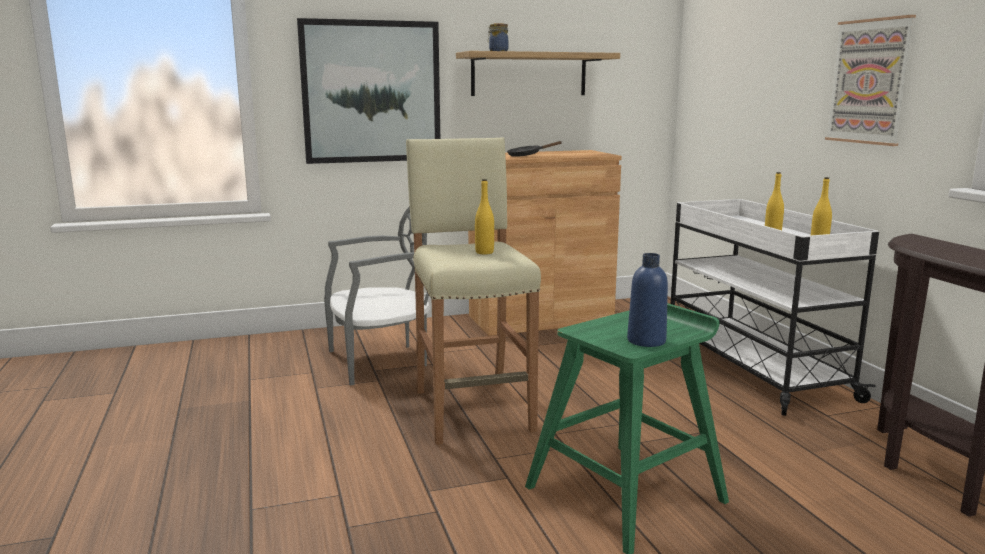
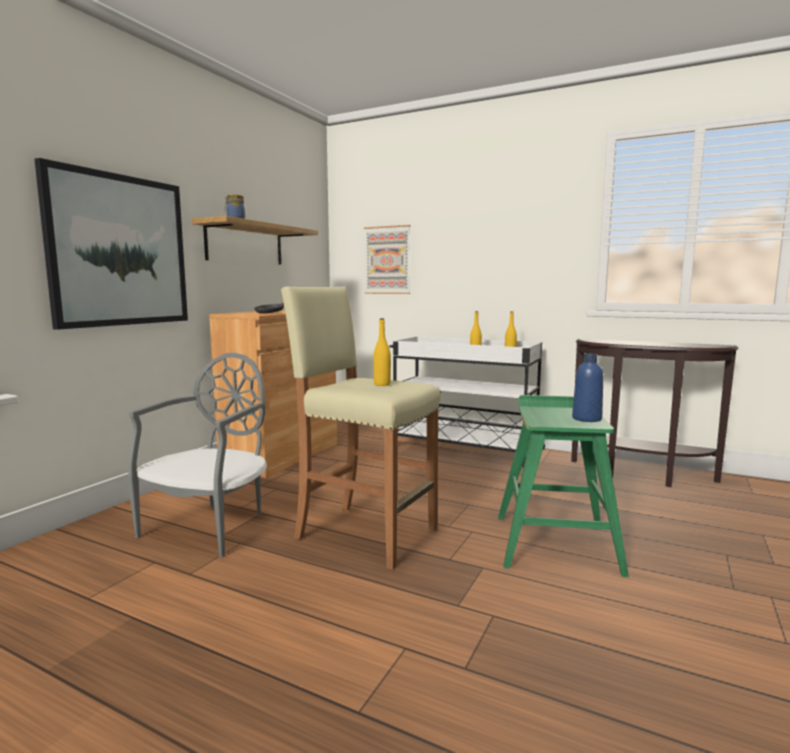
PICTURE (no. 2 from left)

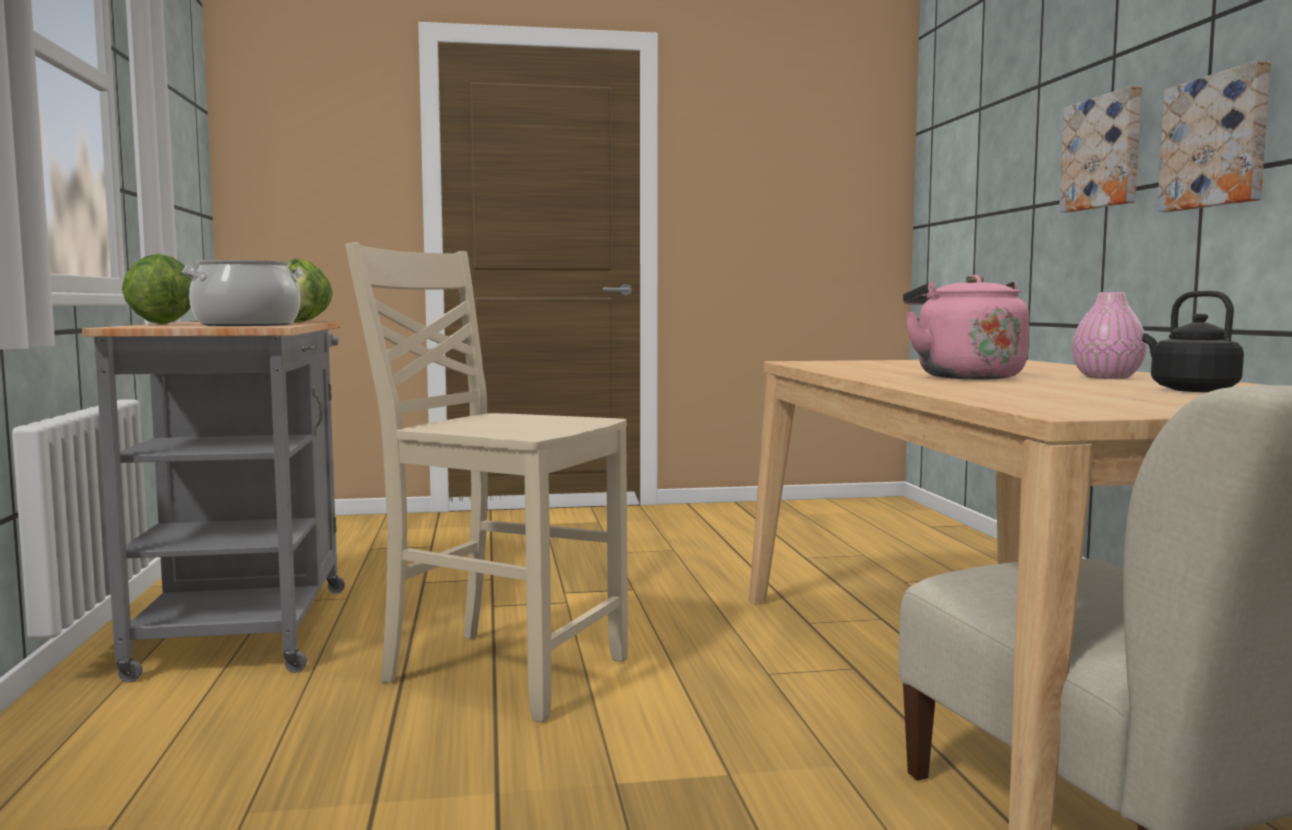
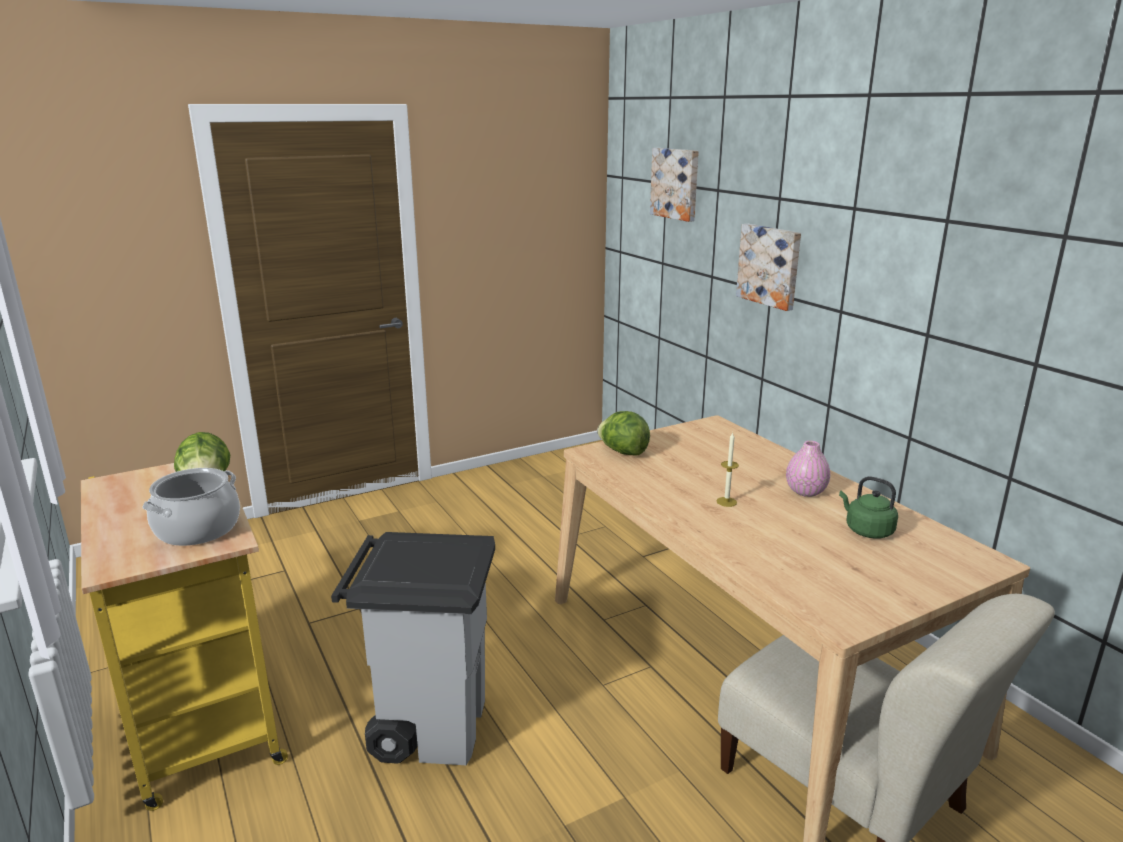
YELLOW CART
GREY TRASH CAN
LETTUCE (no. 2 from left)
PICTURE (no. 1 from left)
CANDLE
GREEN KETTLE

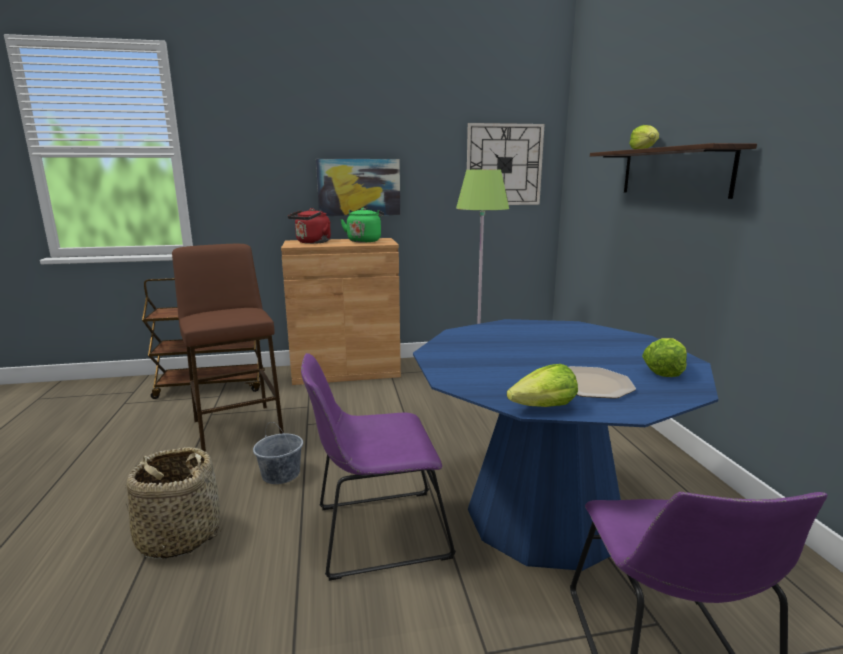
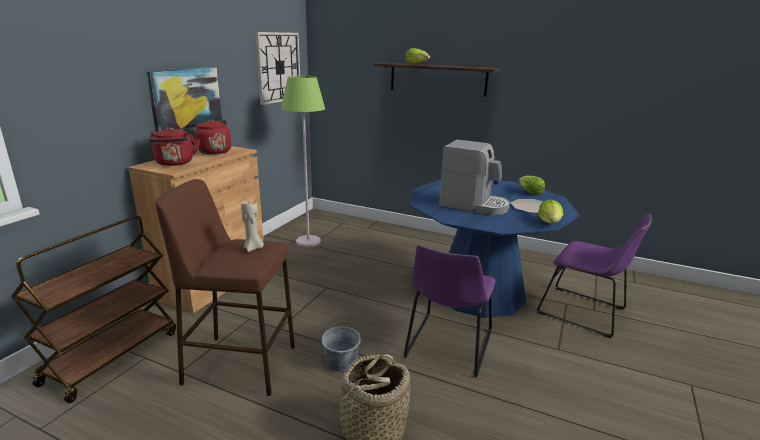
RED KETTLE (no. 2 from left)
BEIGE CANDLE
COFFEE MACHINE

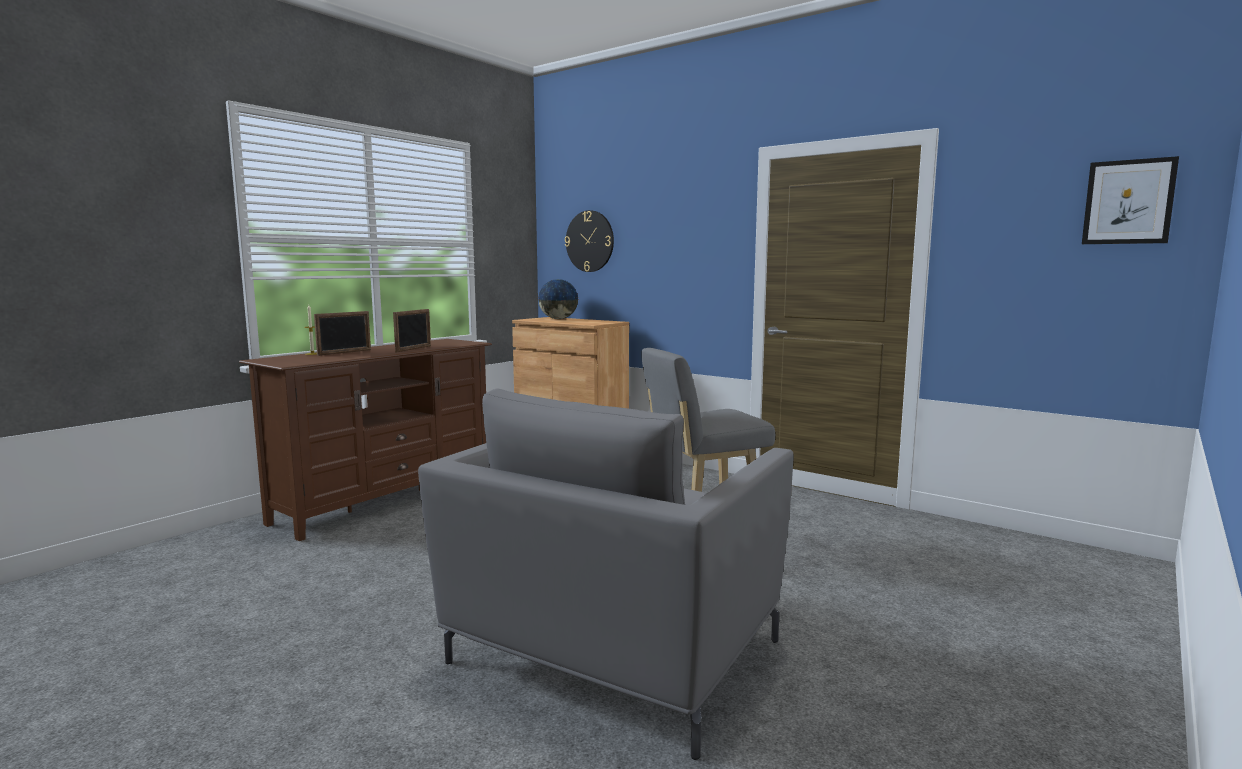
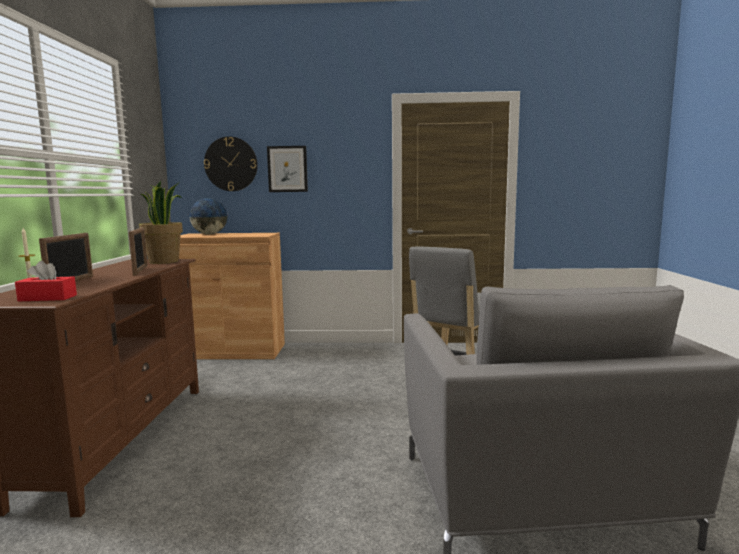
RED TISSUE BOX
POTTED PLANT
PICTURE

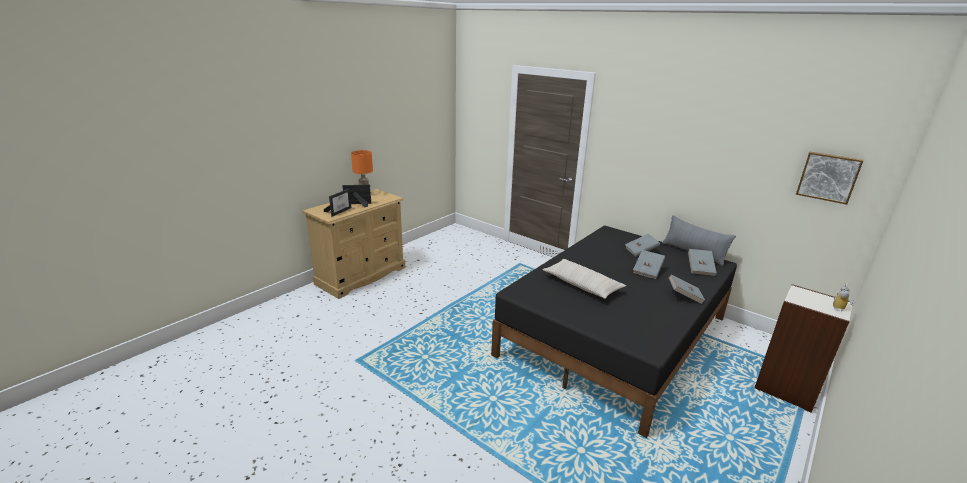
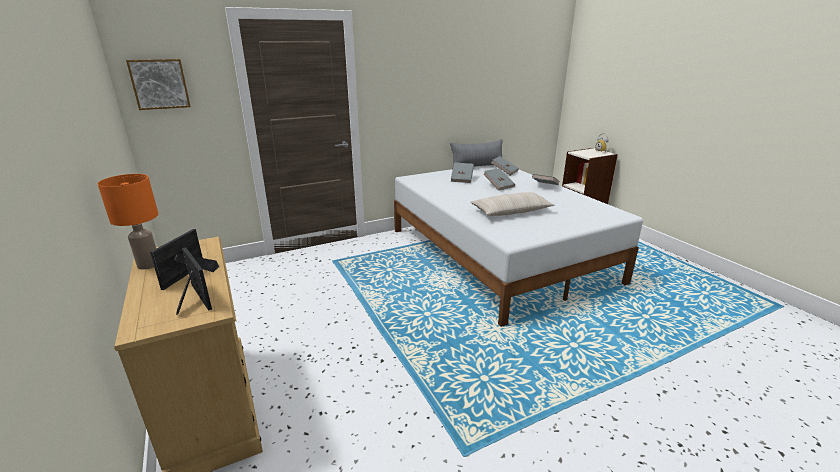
PICTURE
WHITE BED

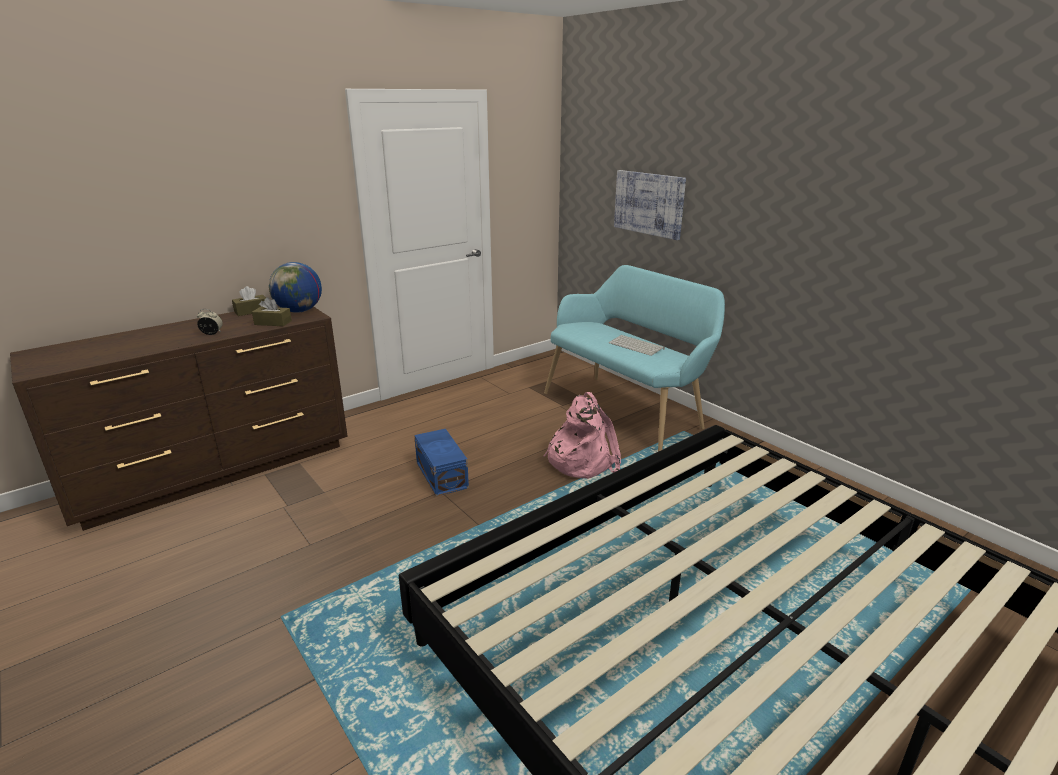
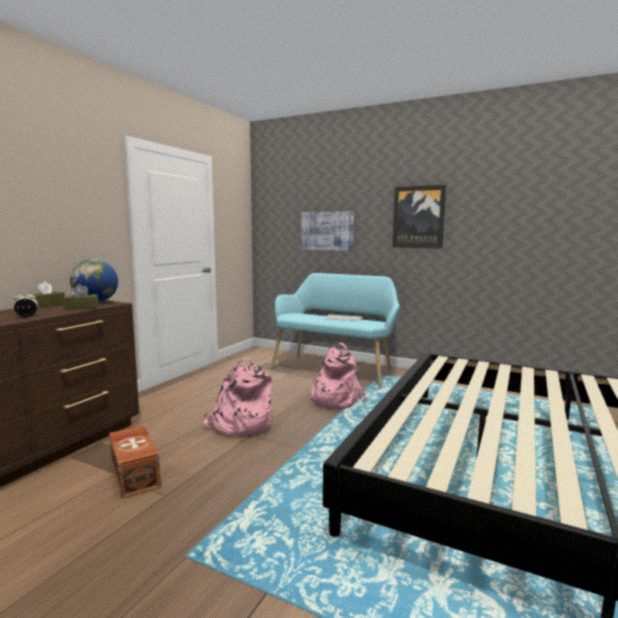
BROWN STORAGE BOX
PINK BACKPACK (no. 1 from left)
PICTURE (no. 2 from left)

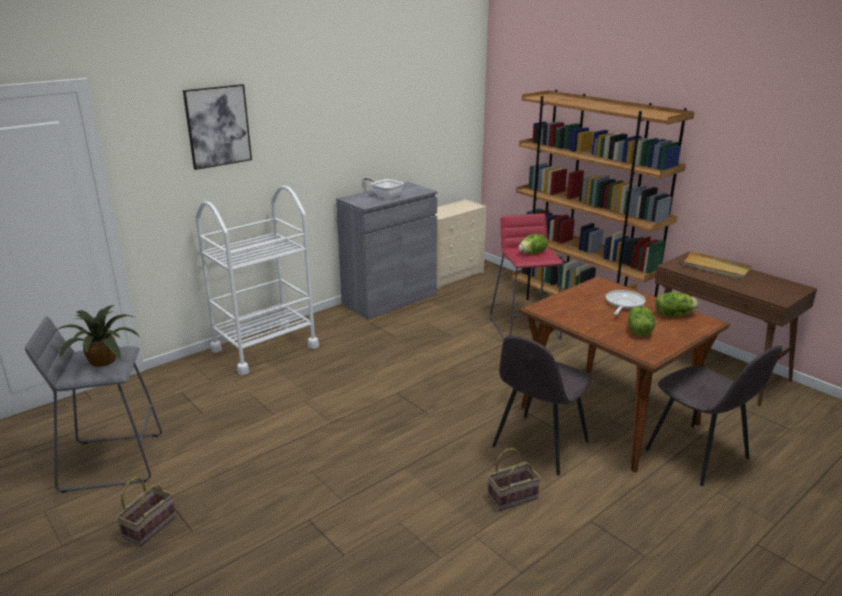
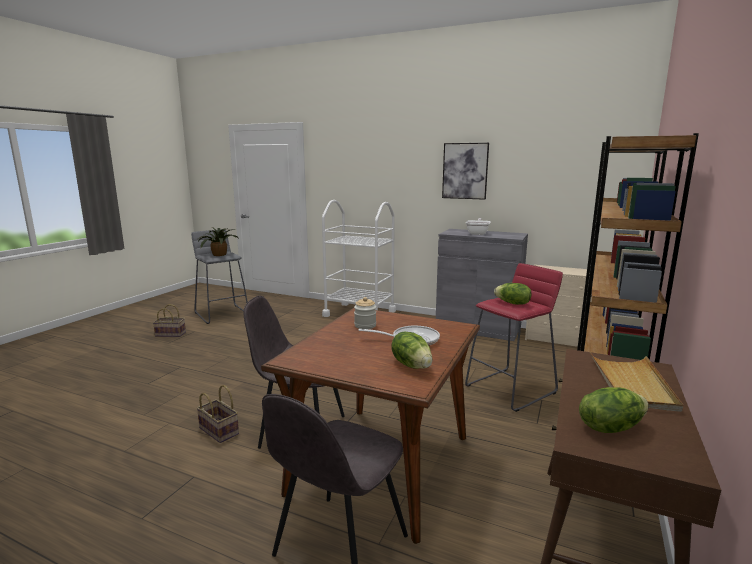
JAR
PICTURE
LETTUCE (no. 3 from left)

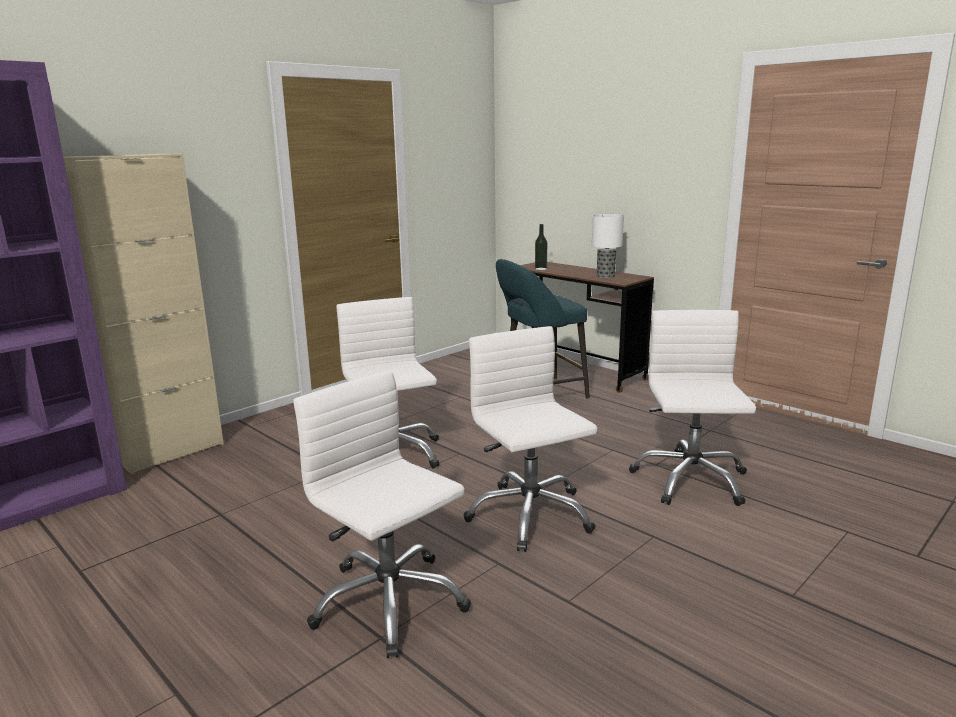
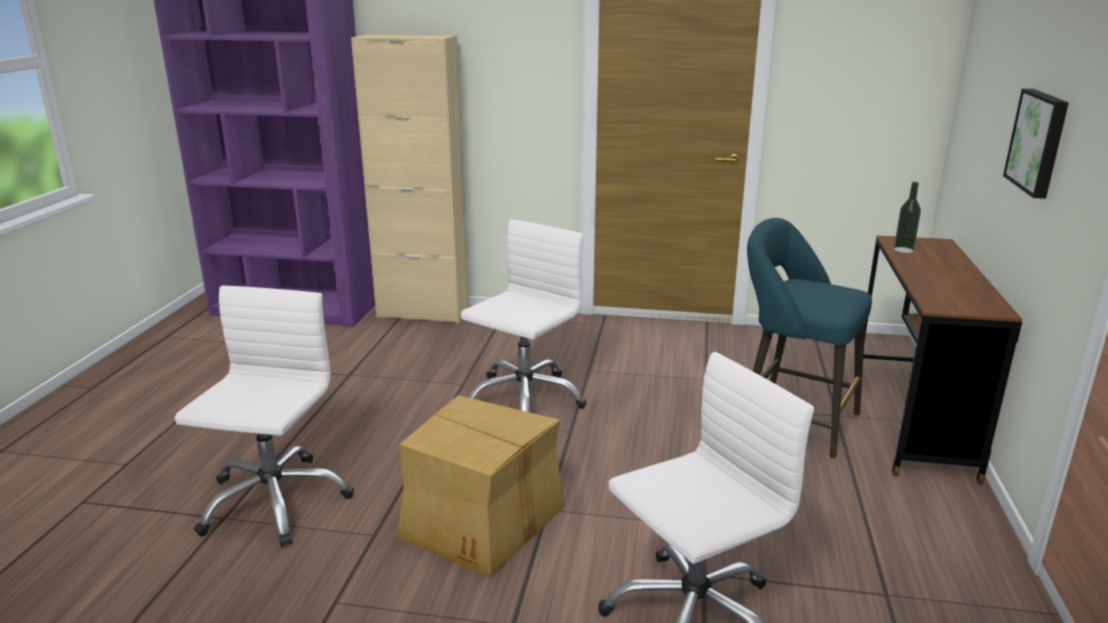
CARDBOARD BOX
PICTURE
TABLE LAMP

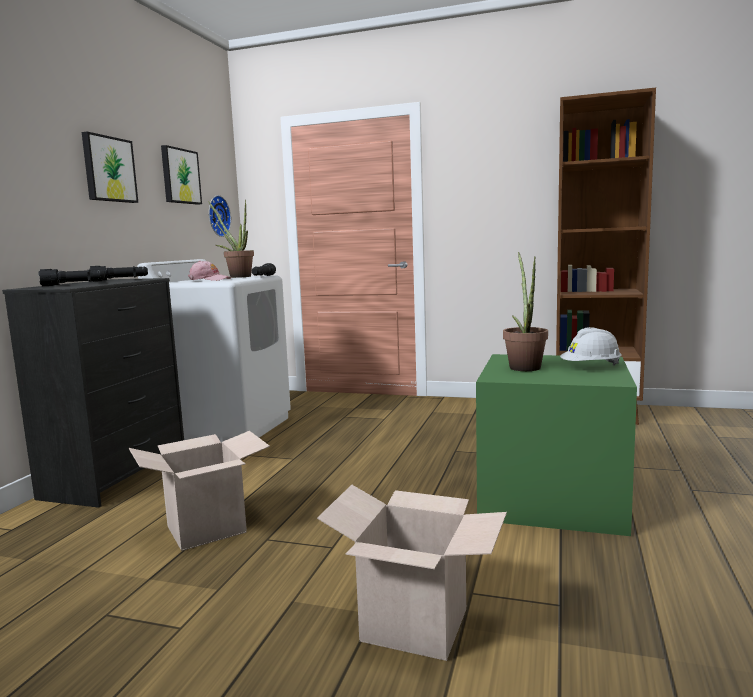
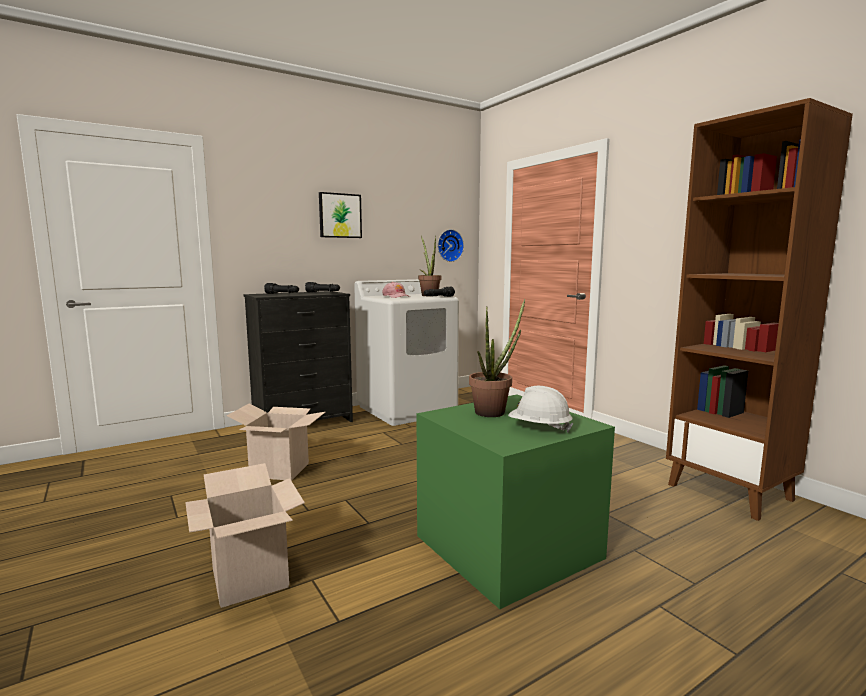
PICTURE (no. 2 from left in the first image)

